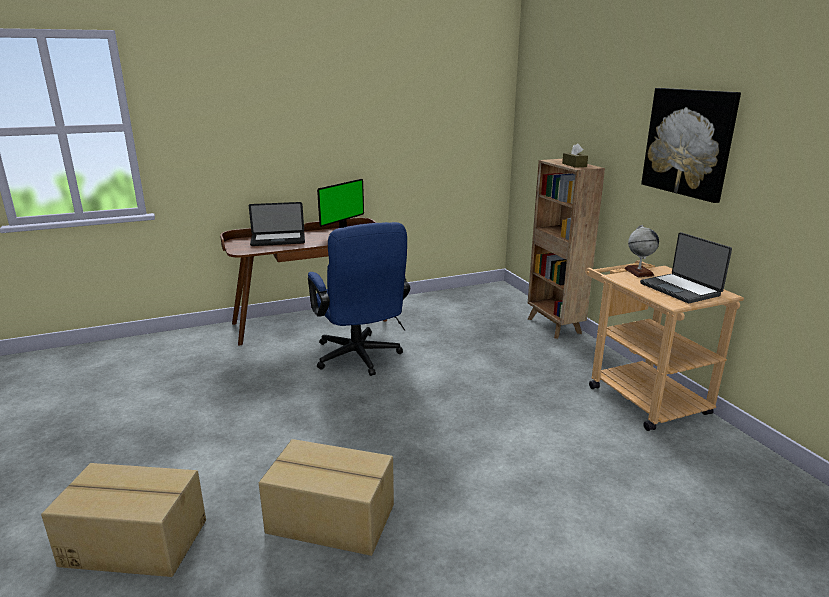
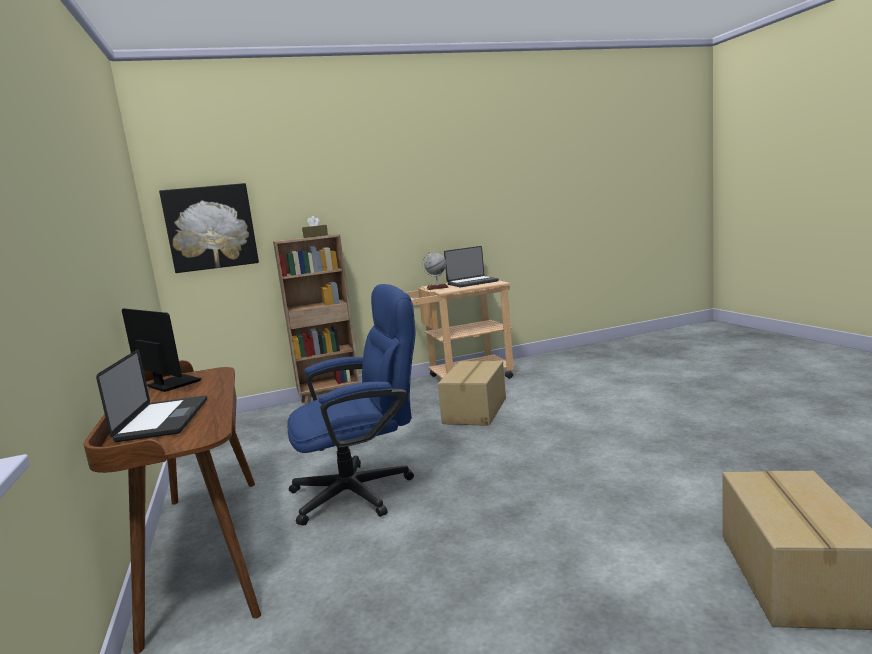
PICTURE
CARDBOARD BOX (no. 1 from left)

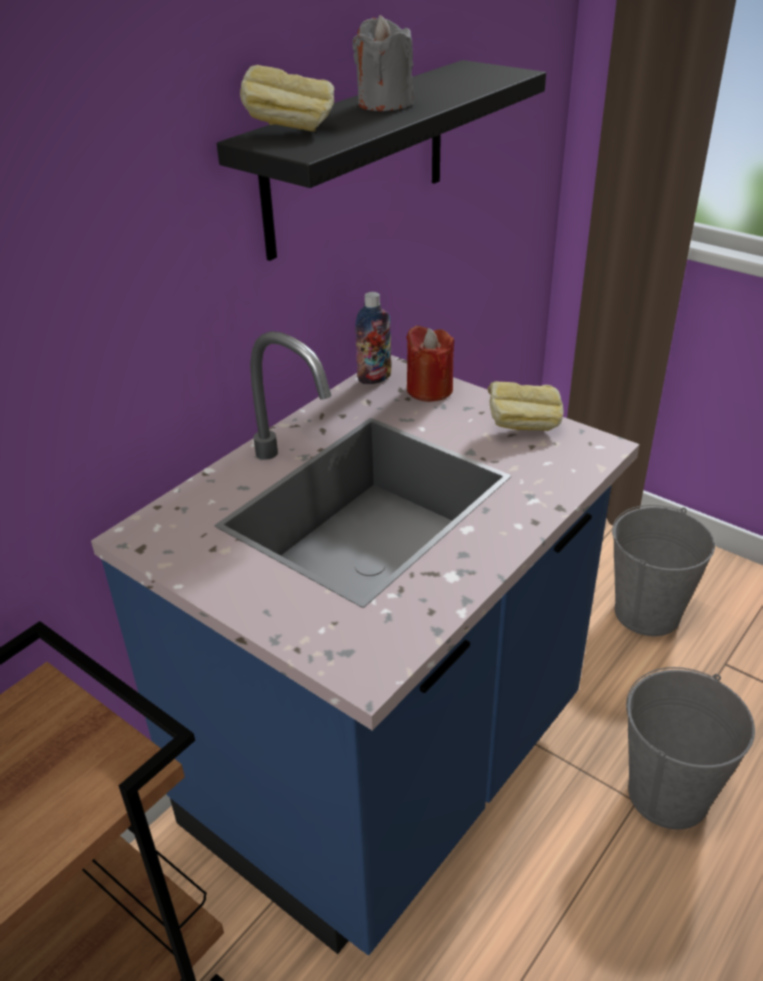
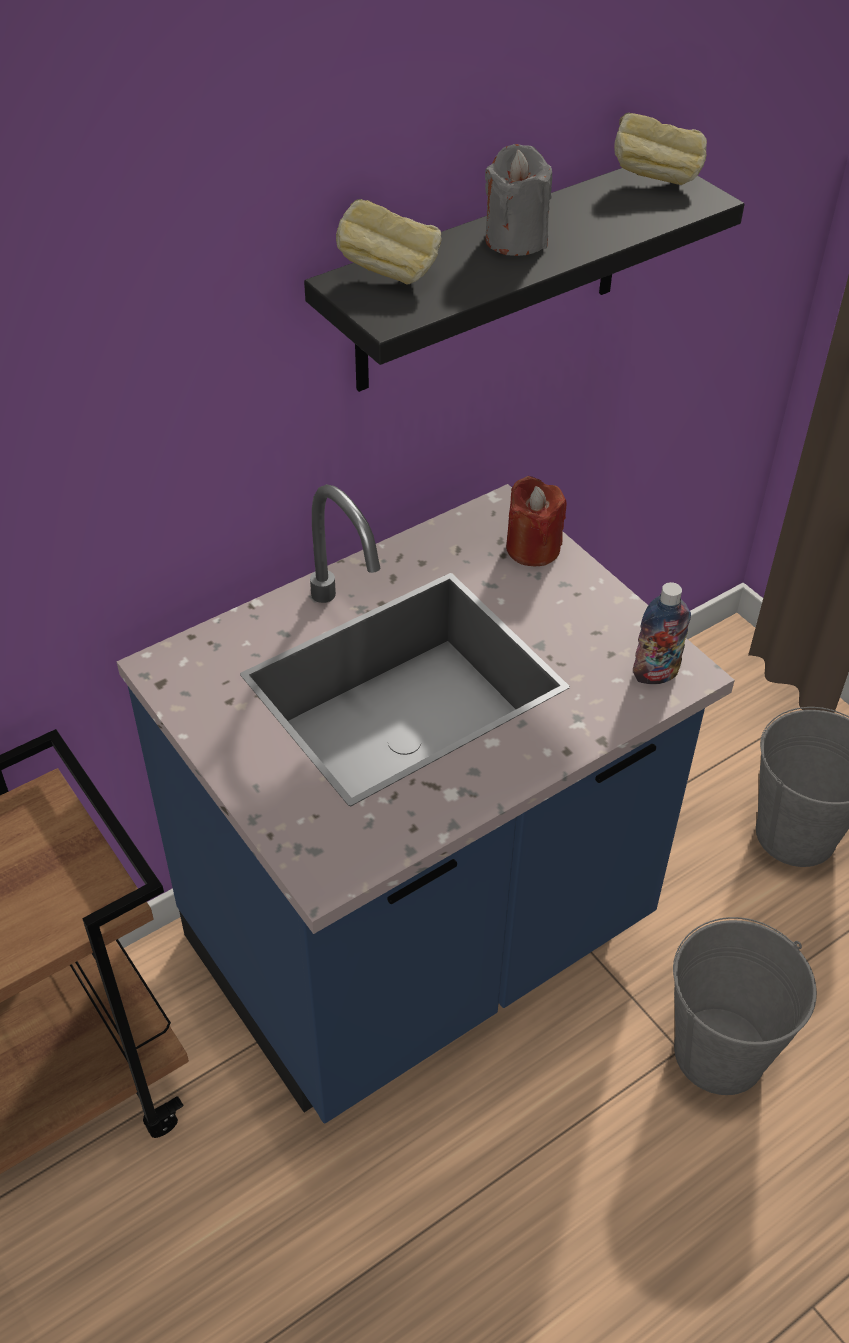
BREAD (no. 2 from left)
BOTTLE

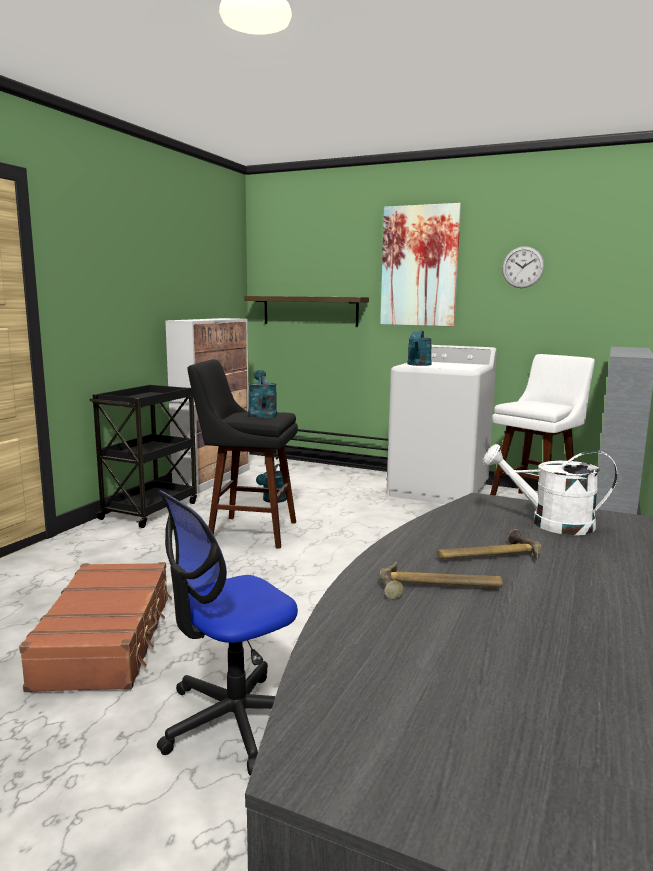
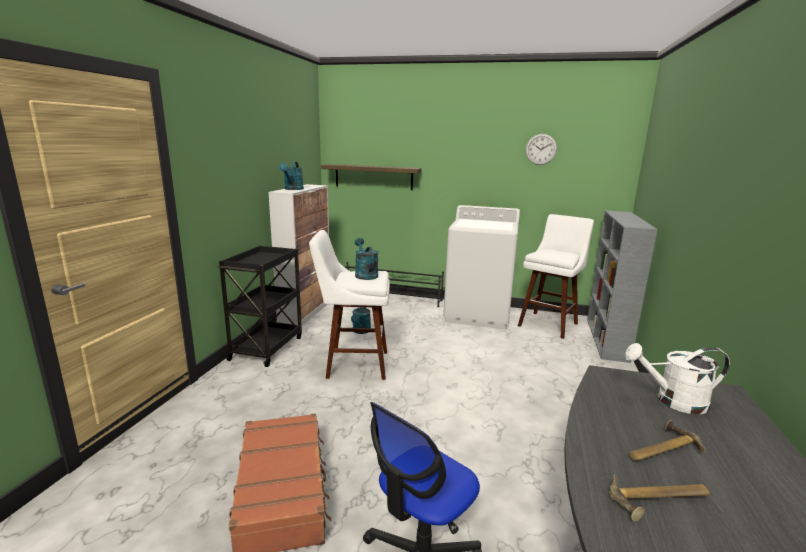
TURQUOISE WATERING CAN (no. 1 from left)
WHITE STOOL (no. 1 from left)
PICTURE

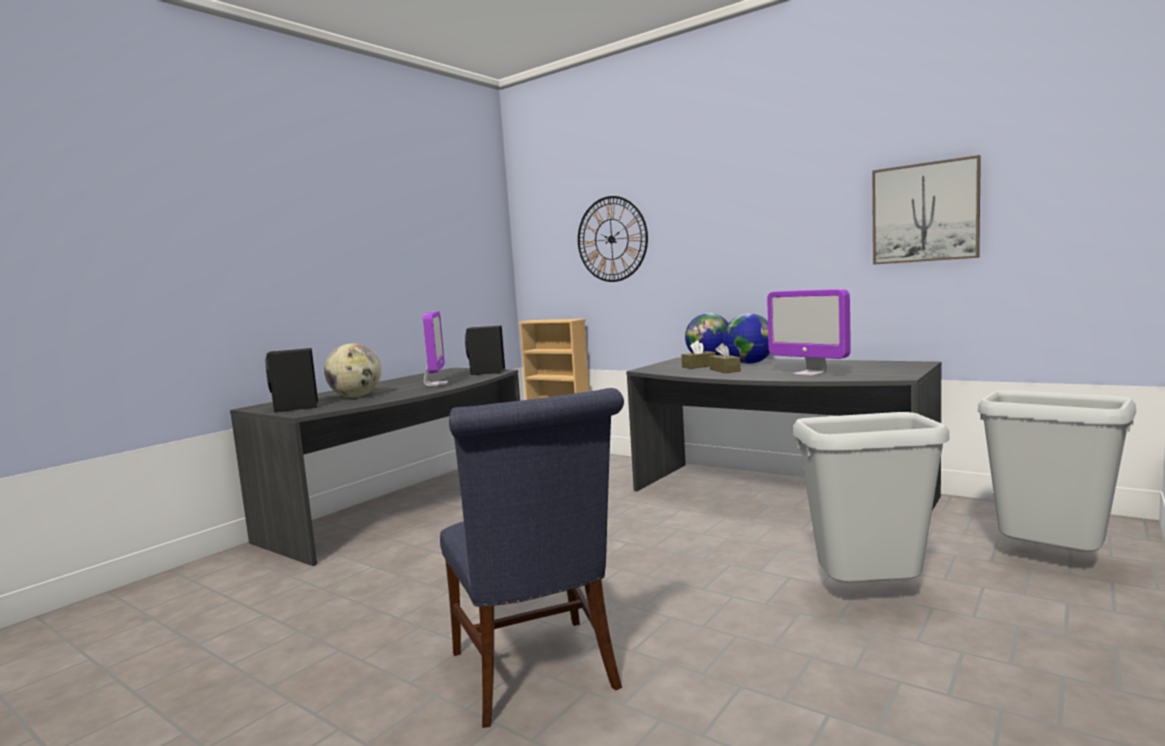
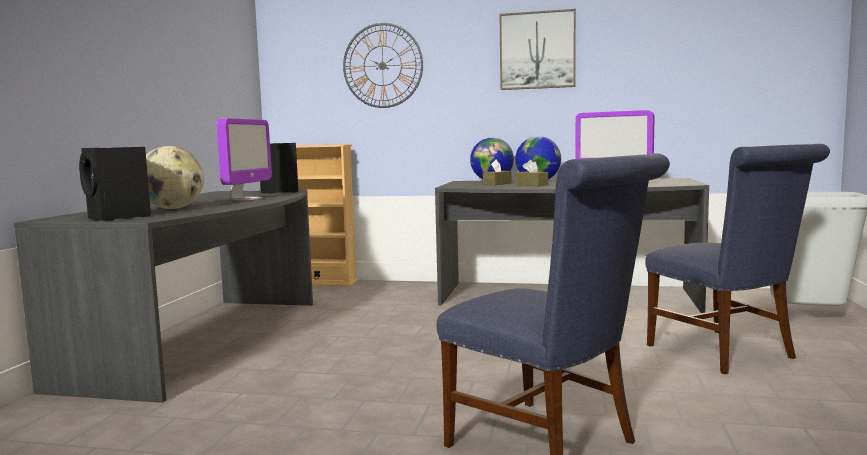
MONITOR (no. 1 from left)
PICTURE
BLUE CHAIR (no. 2 from left)

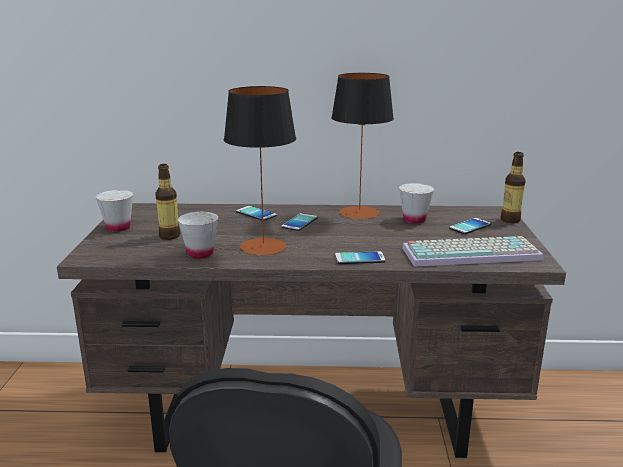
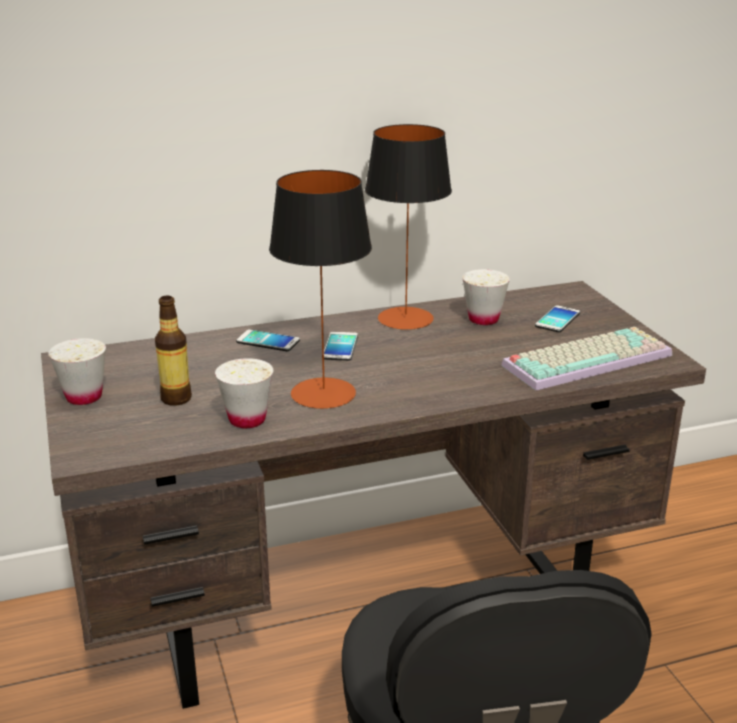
PHONE (no. 3 from left in the first image)
BOTTLE (no. 2 from left in the first image)

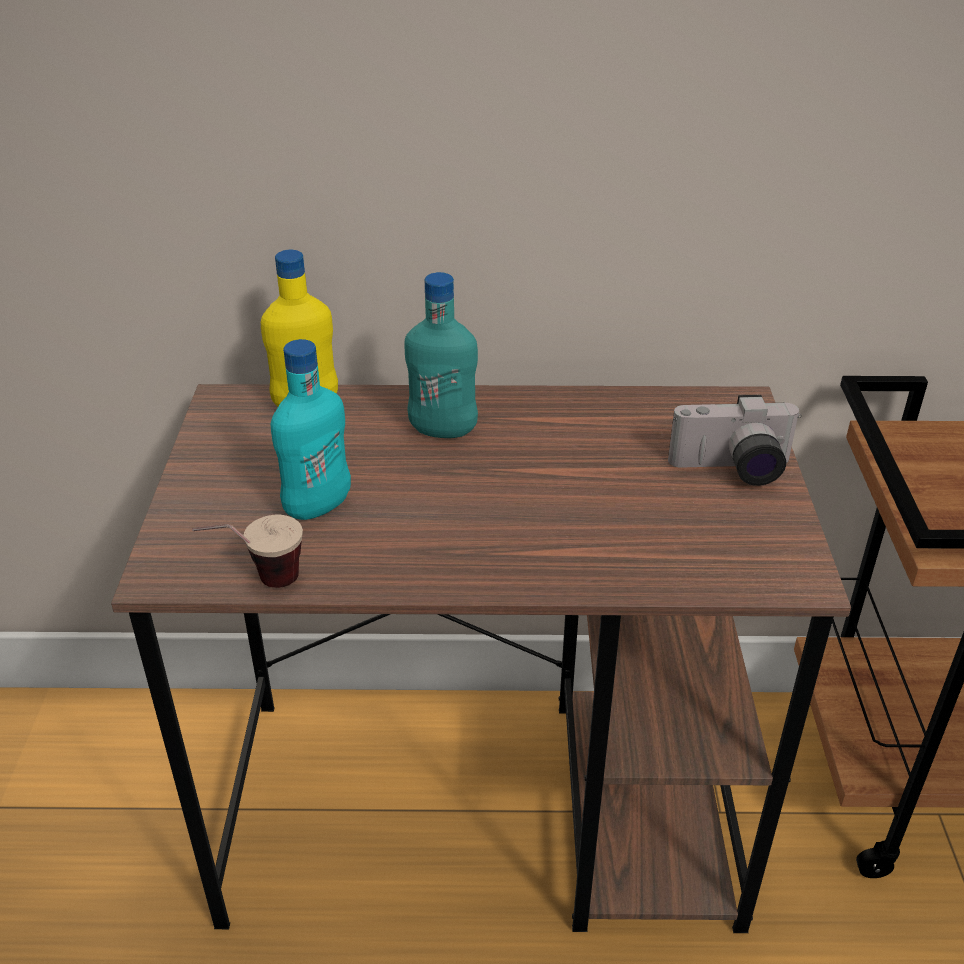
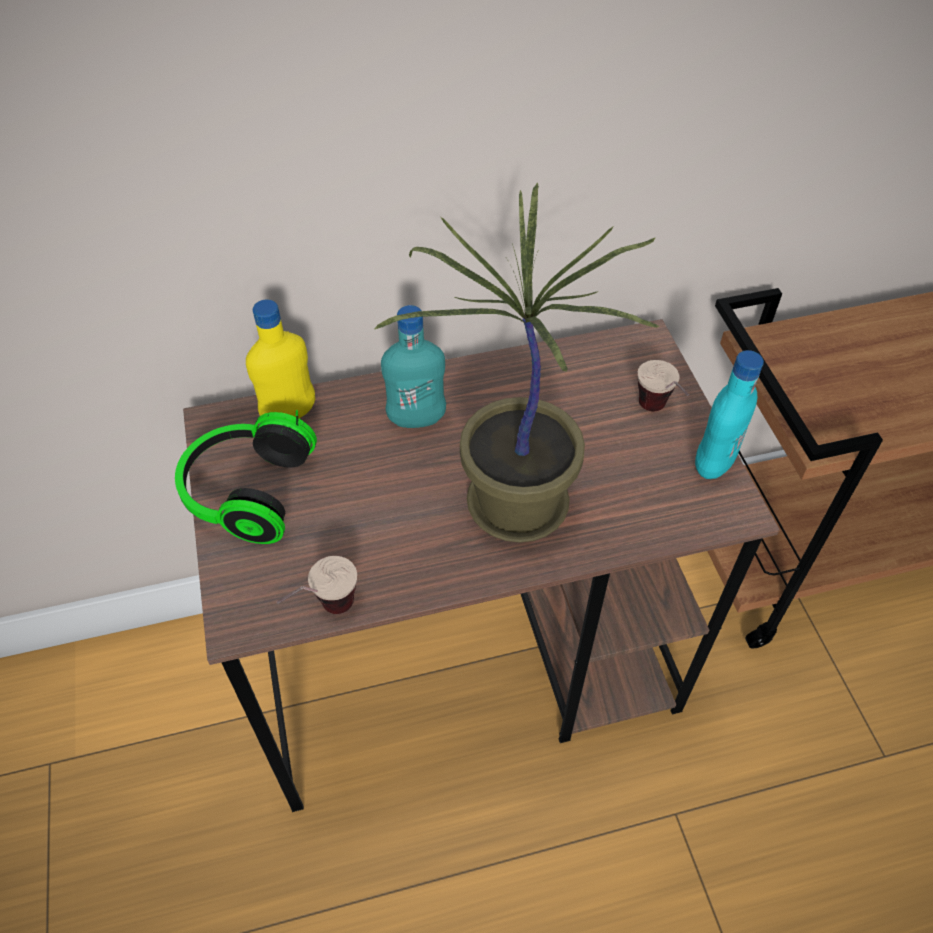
HEADPHONES
POTTED PLANT
CUP (no. 2 from left)
TURQUOISE BOTTLE (no. 2 from left)

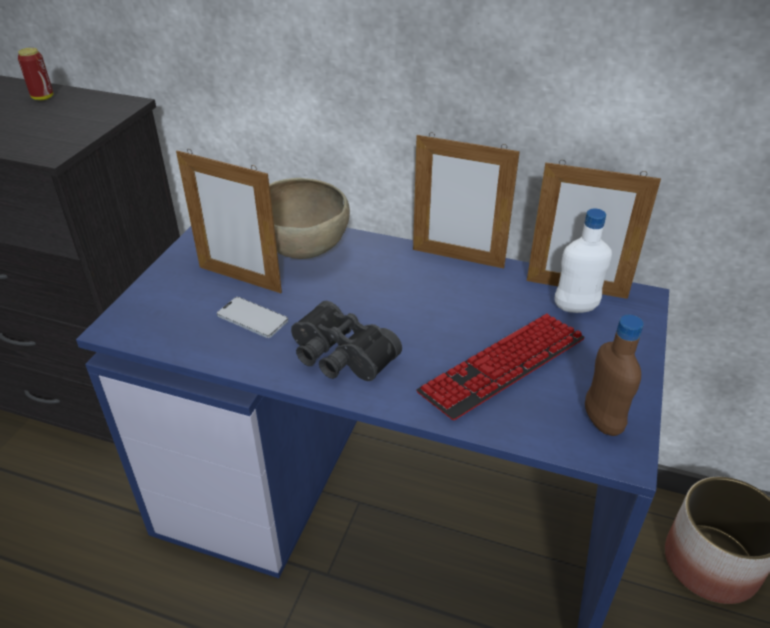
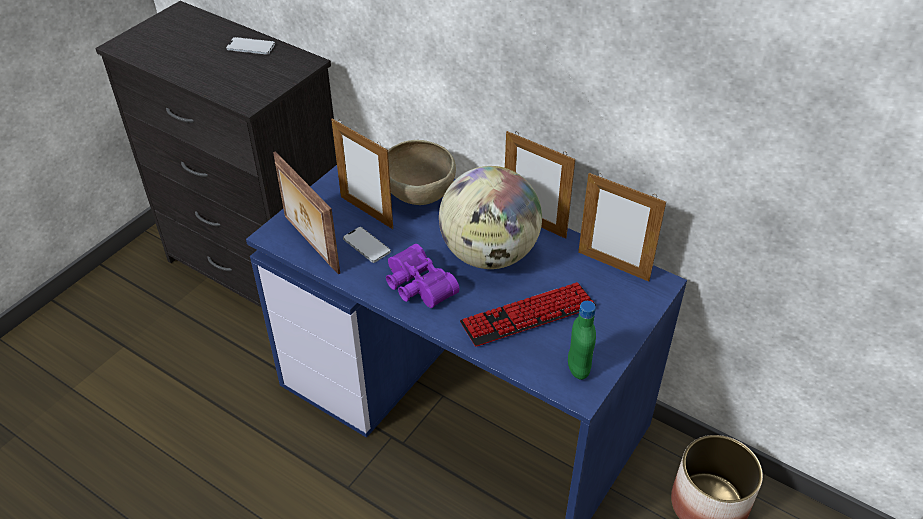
PHONE (no. 1 from left)
PICTURE FRAME (no. 1 from left)
PURPLE BINOCULARS
GLOBE
GREEN BOTTLE
WHITE BOTTLE

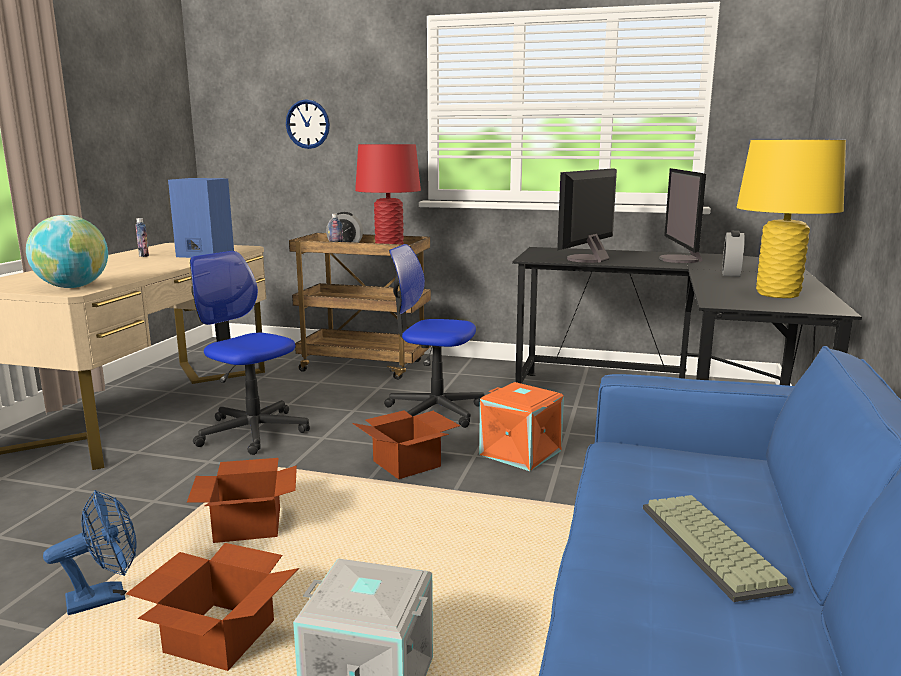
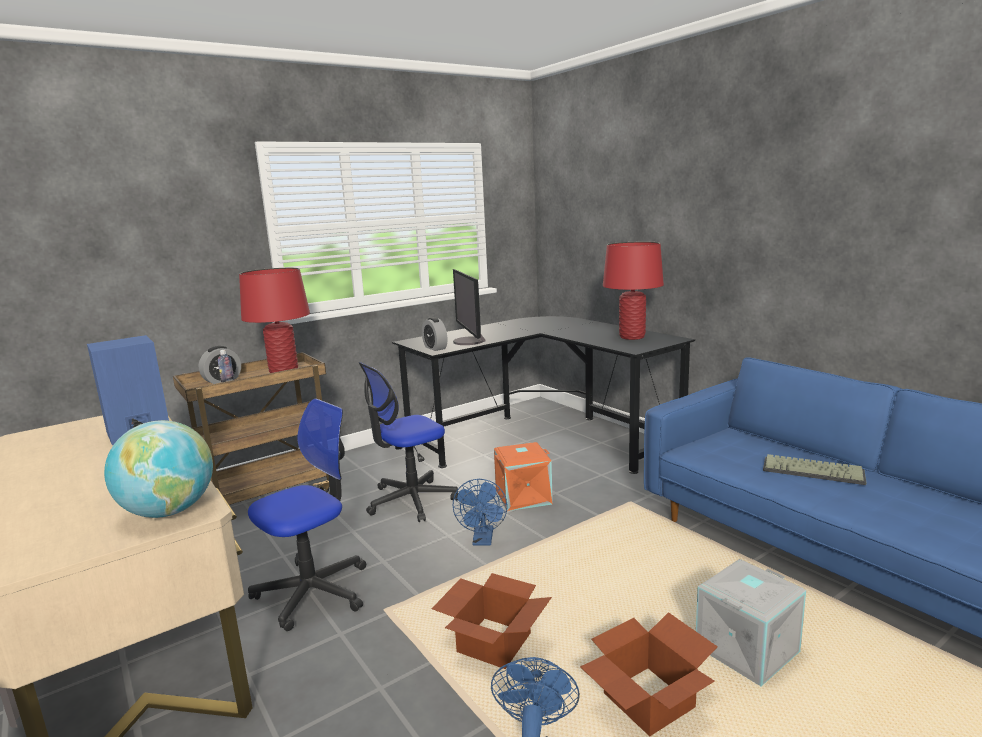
OFFICE CHAIR (no. 1 from left)
ALARM CLOCK (no. 2 from left)
BLUE FAN (no. 1 from left)
RED TABLE LAMP (no. 2 from left)
BOTTLE (no. 1 from left in the first image)
WALL CLOCK
MONITOR (no. 2 from left in the first image)

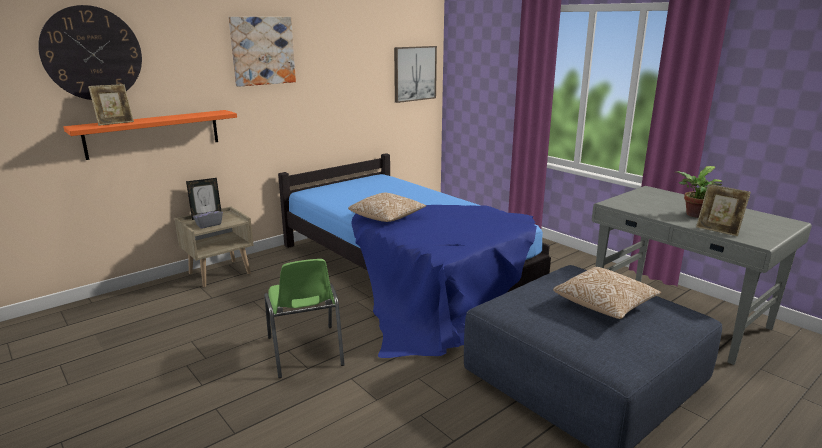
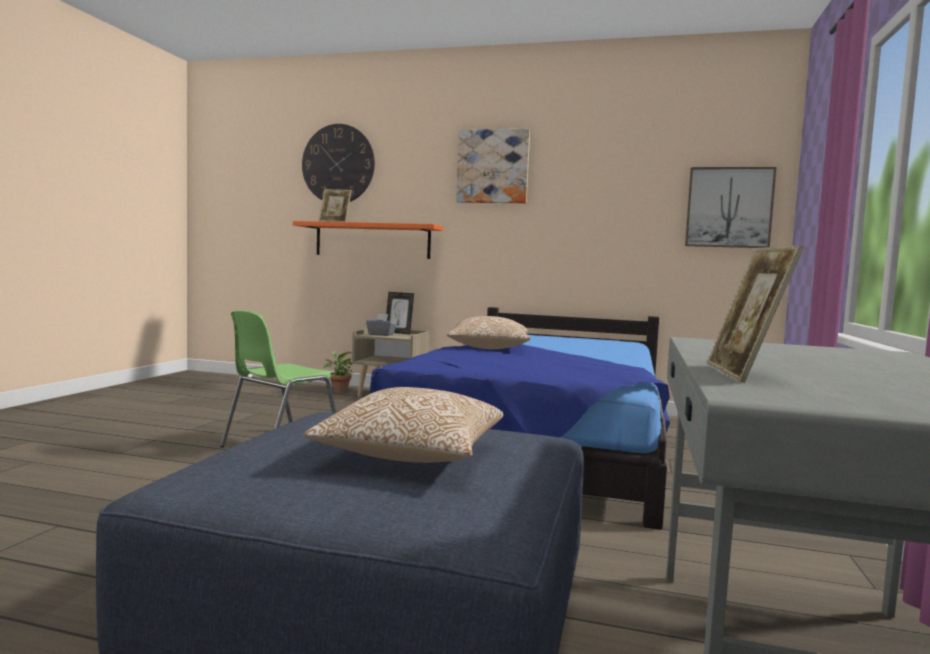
POTTED PLANT

